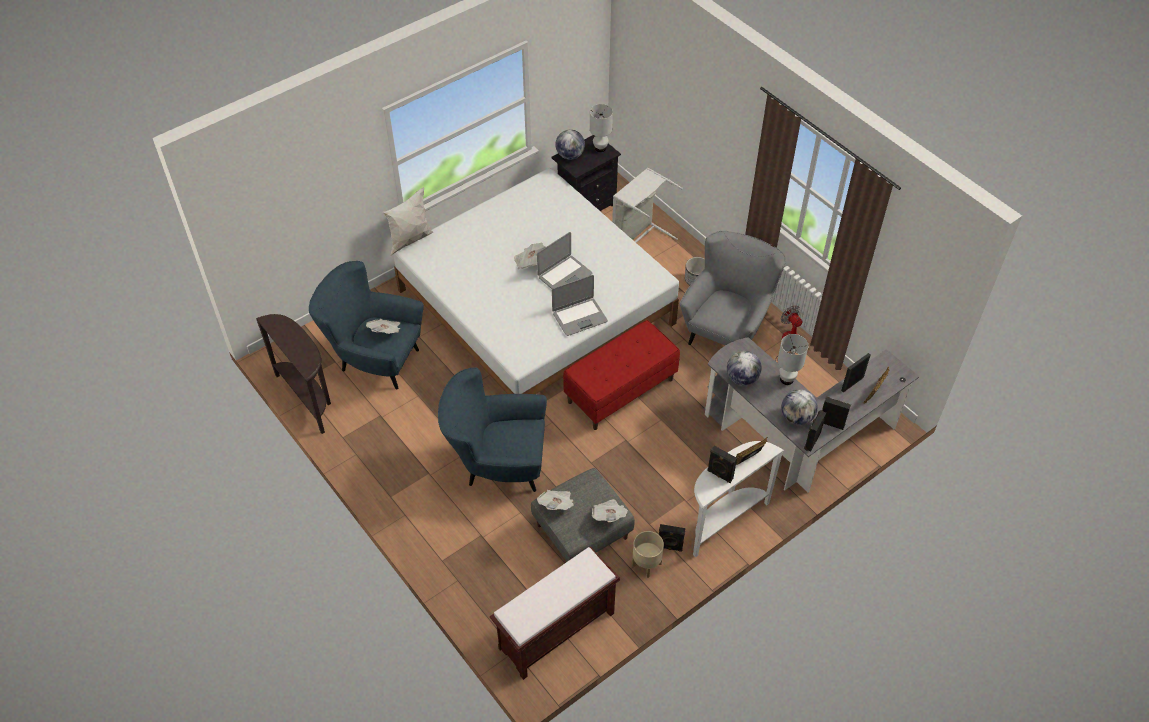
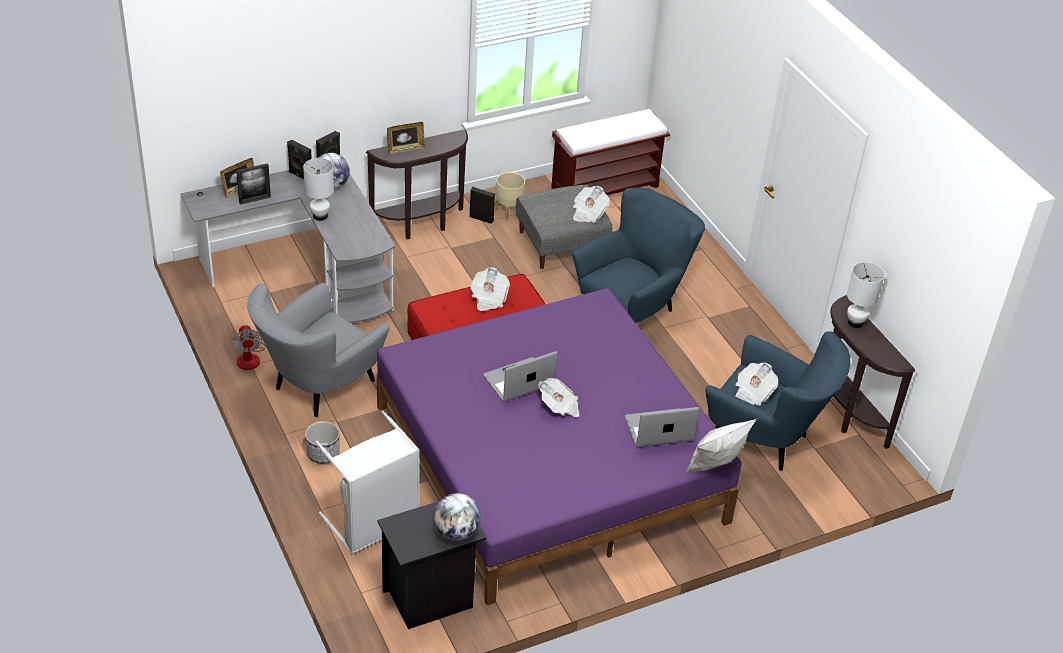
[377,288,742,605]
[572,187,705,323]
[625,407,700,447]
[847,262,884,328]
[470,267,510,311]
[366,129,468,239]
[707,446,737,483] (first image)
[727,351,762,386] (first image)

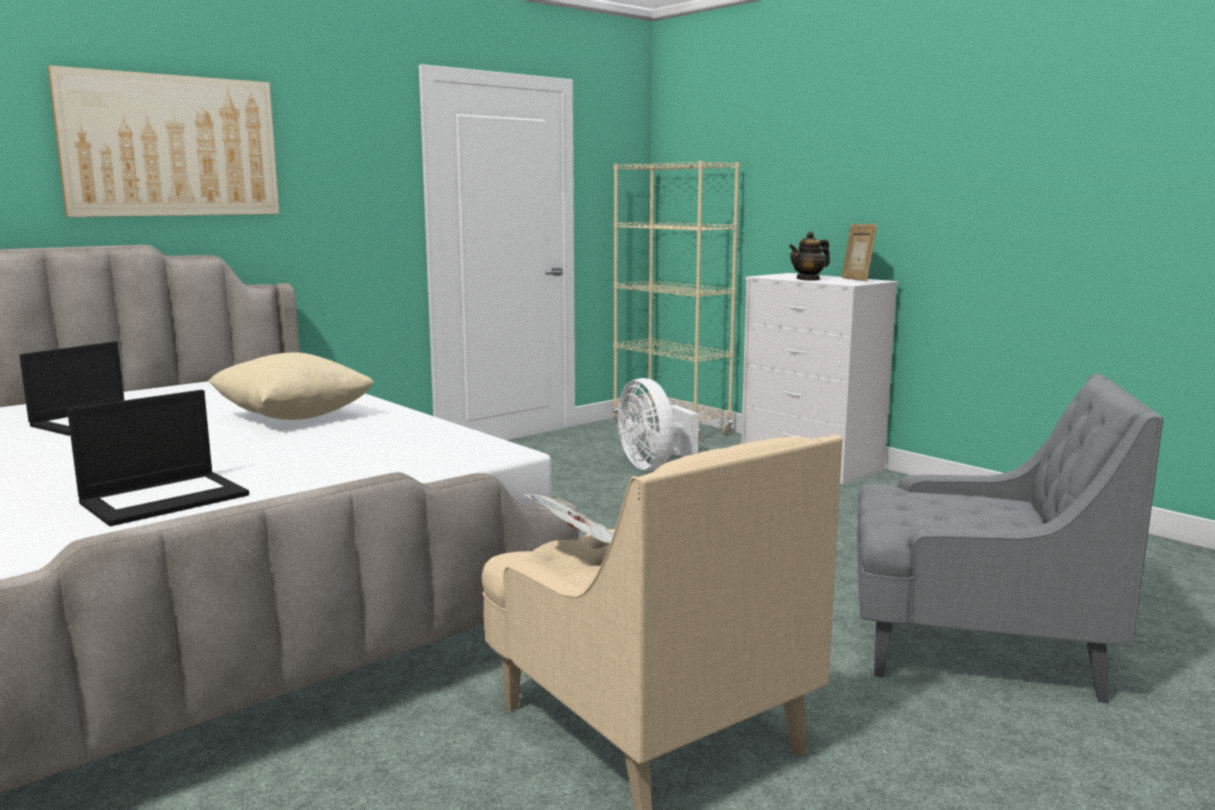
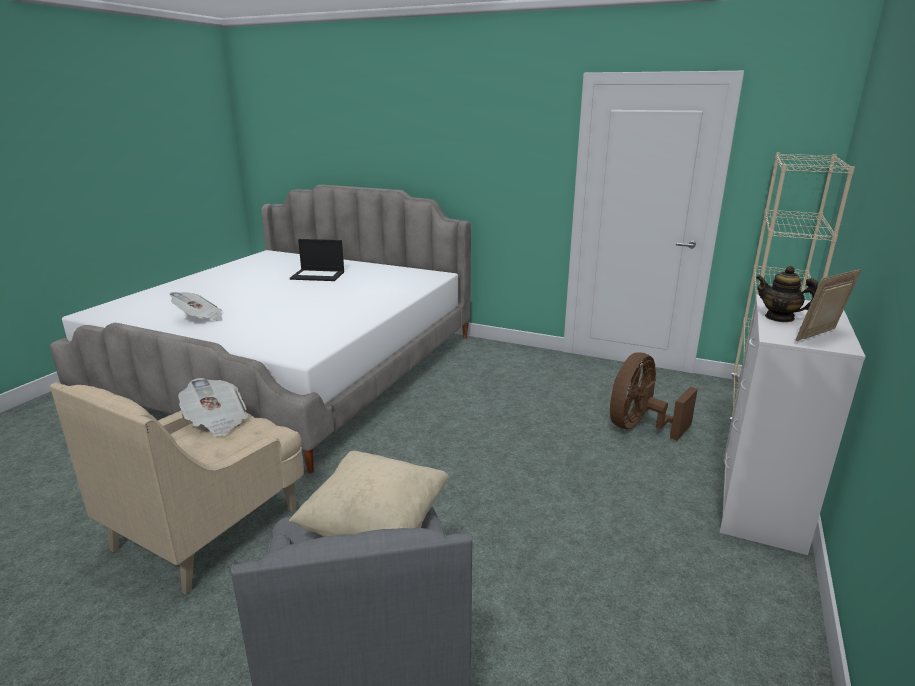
[48,66,279,217] (first image)
[169,292,223,321]
[288,451,449,537]
[610,352,698,441]

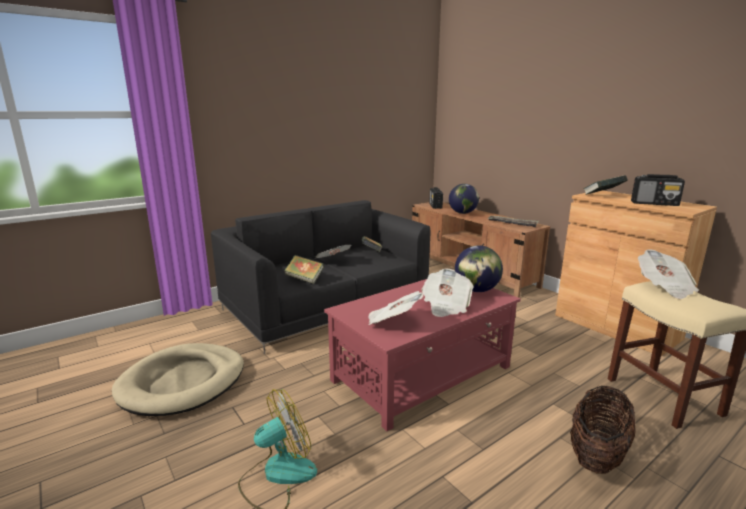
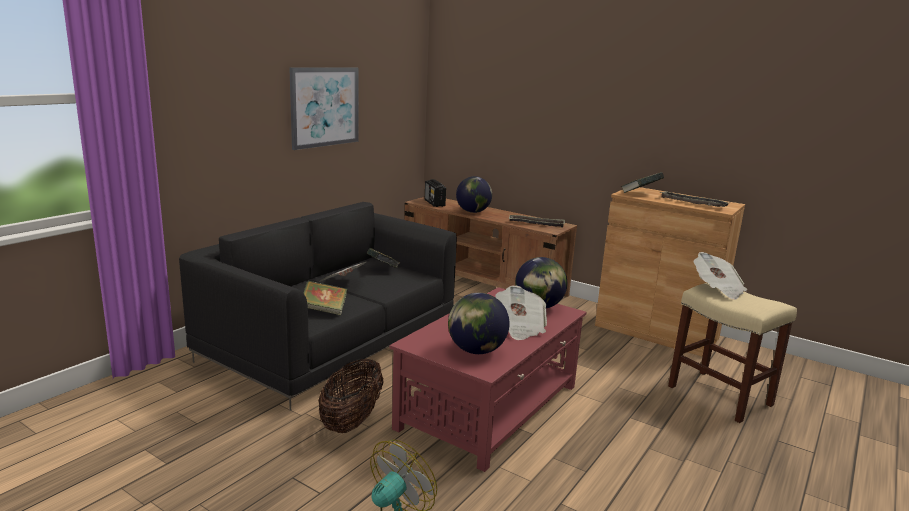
[112,343,244,416] (first image)
[448,293,510,354]
[318,359,384,433]
[660,191,728,207]
[289,68,358,150]

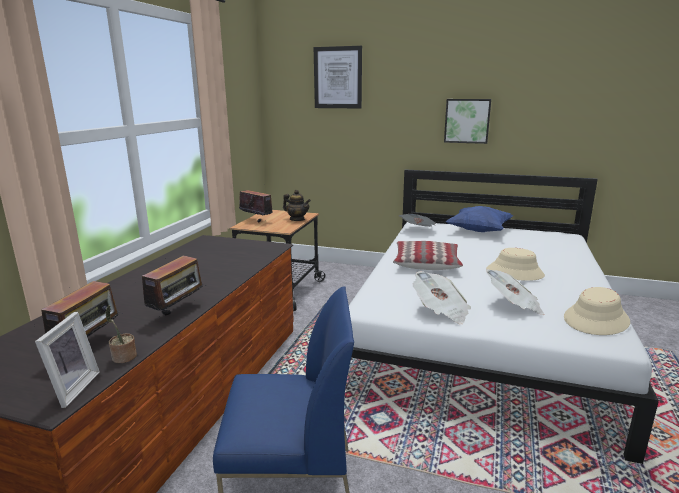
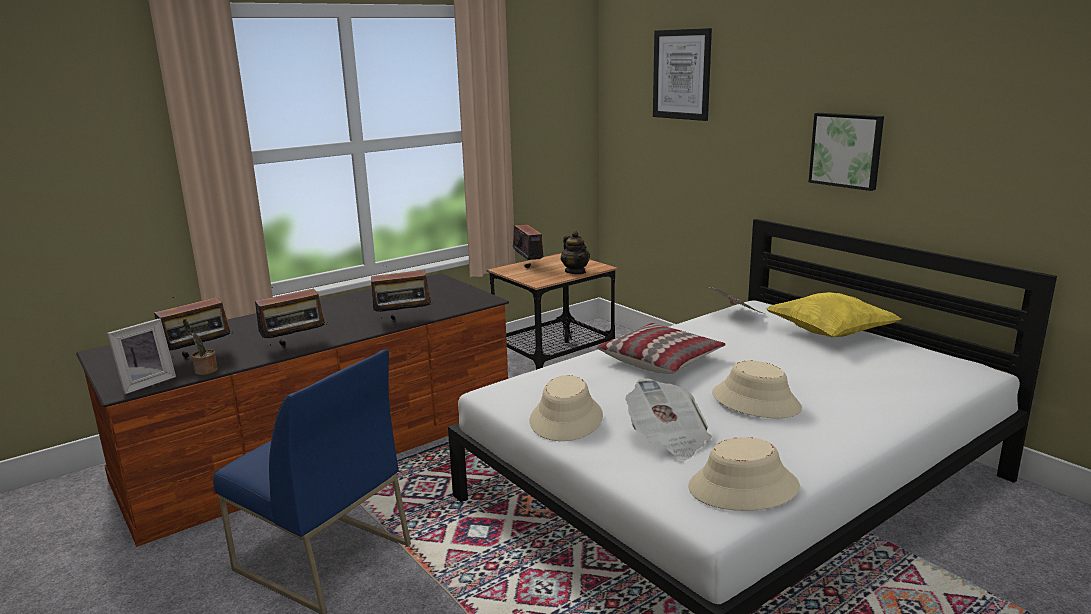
[530,375,603,441]
[765,292,901,338]
[366,270,434,320]

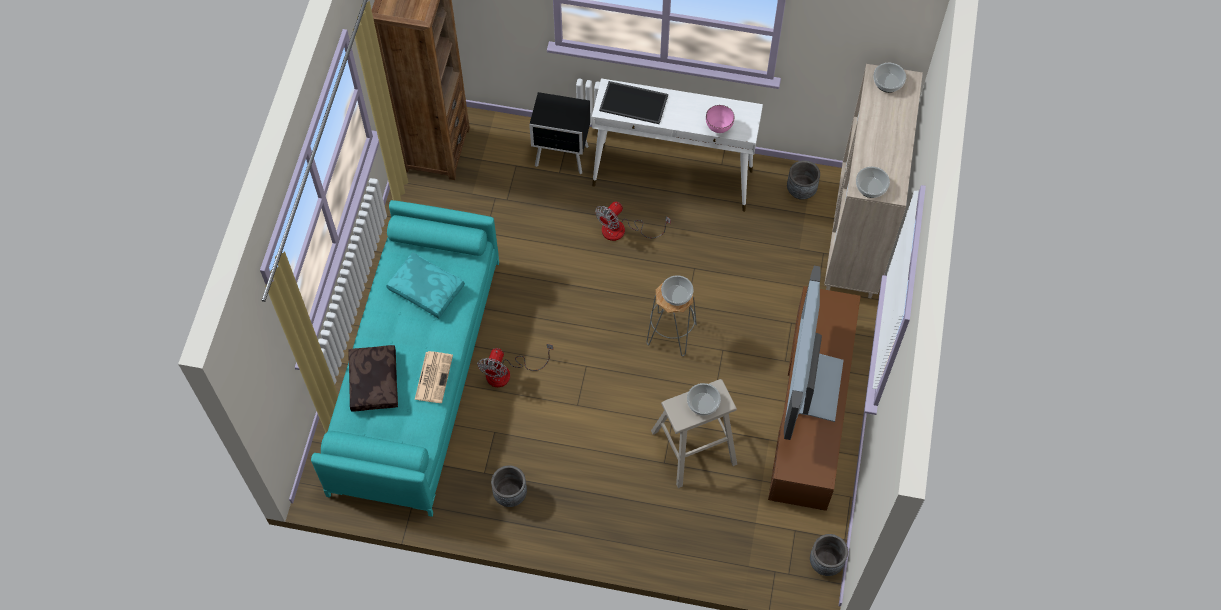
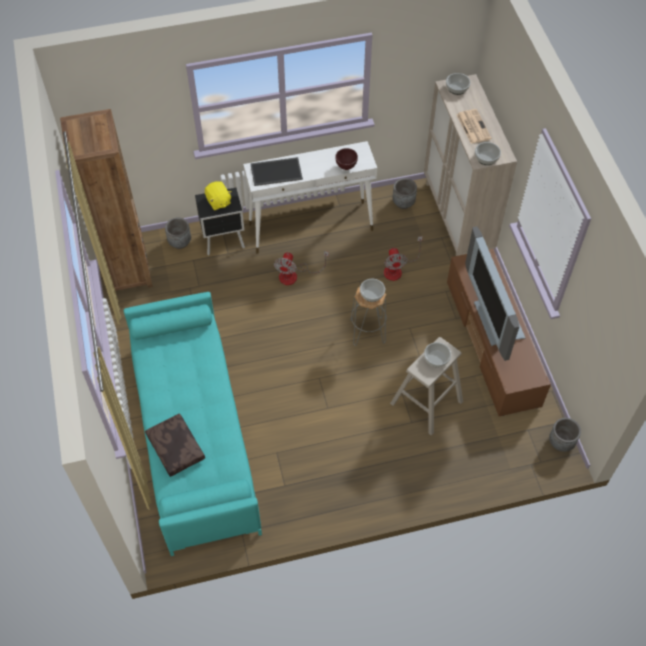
[386,252,465,318] (first image)
[457,109,492,144]
[384,236,423,281]
[165,217,191,249]
[335,148,358,170]
[205,181,232,210]

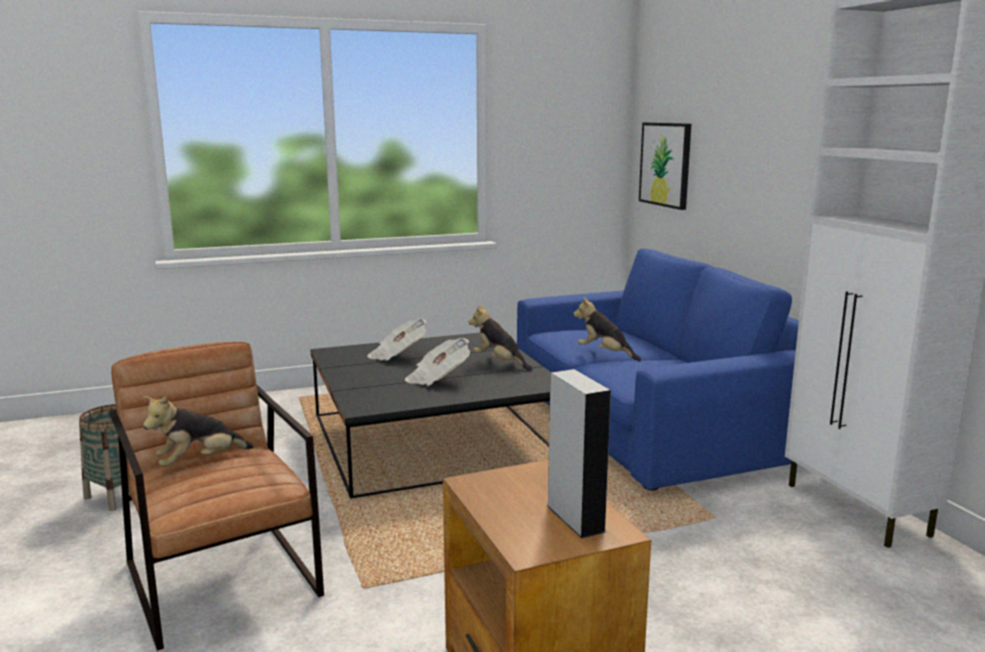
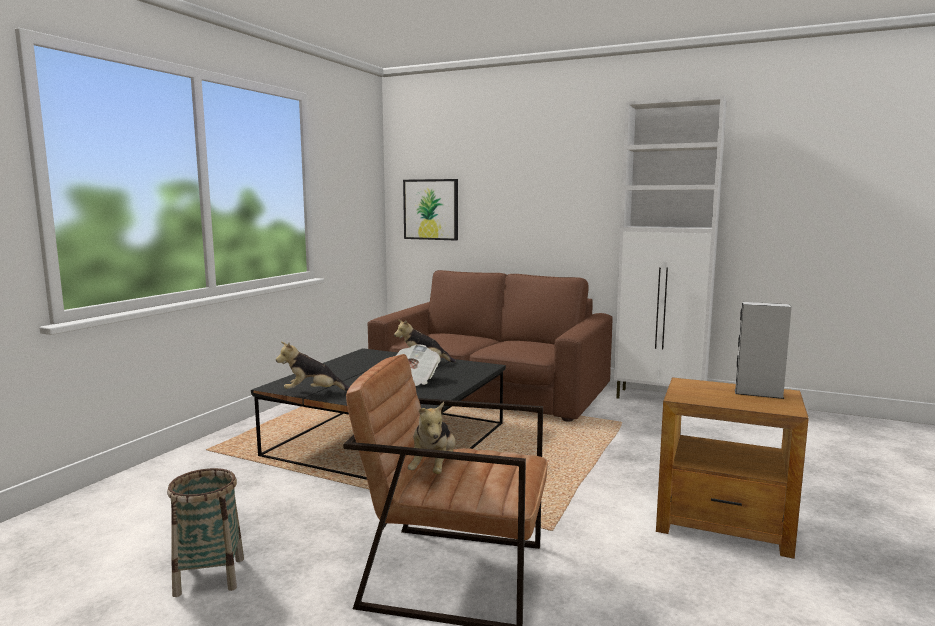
[367,319,427,361] (first image)
[368,270,613,422]
[276,342,349,391]

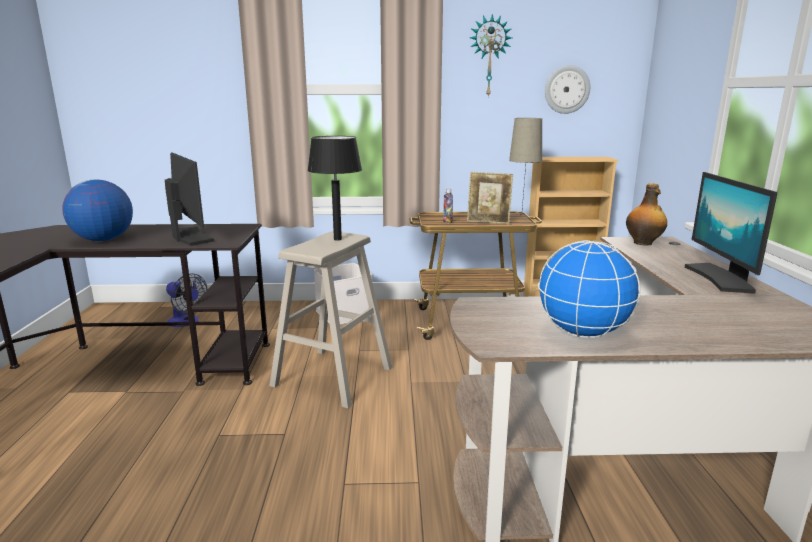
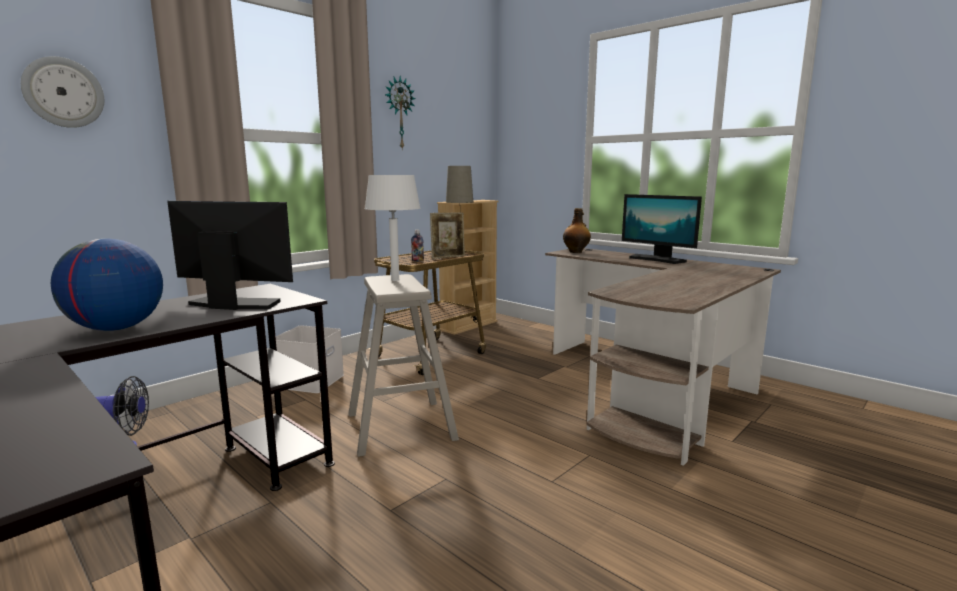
[364,175,420,281]
[538,240,641,338] (first image)
[21,56,104,128]

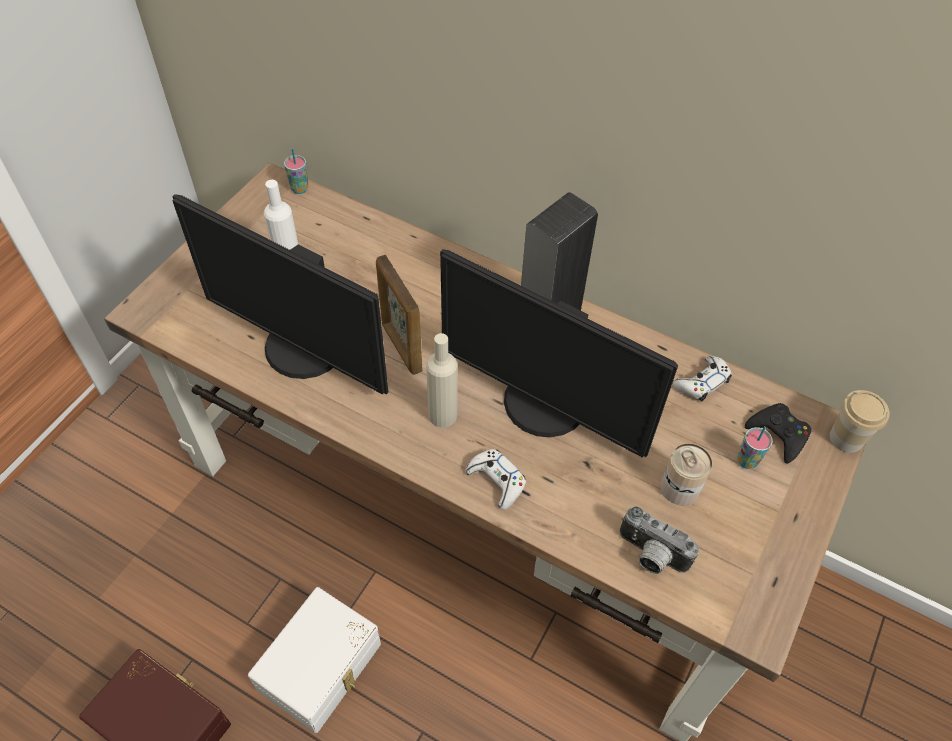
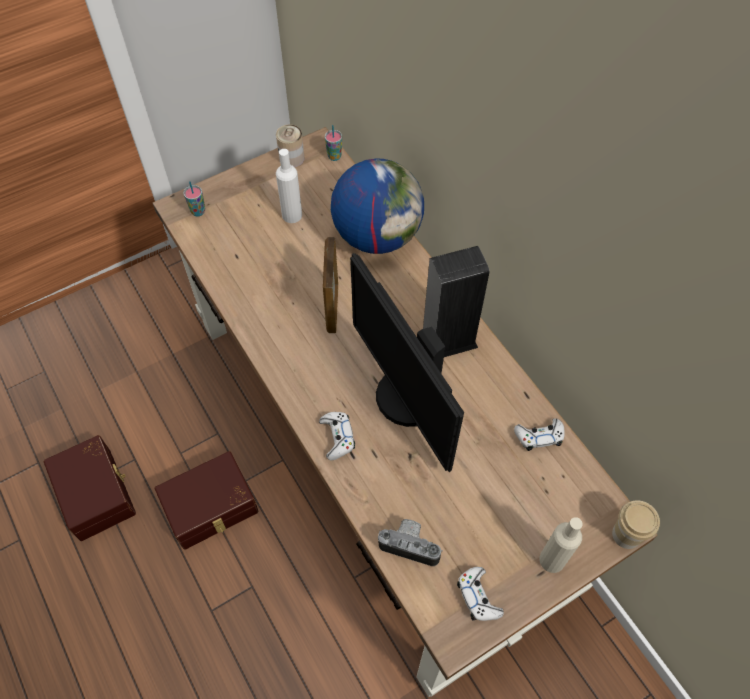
[172,194,388,394] (first image)
[155,451,259,550]
[540,517,583,573]
[378,519,443,566]
[276,124,304,168]
[183,181,205,217]
[745,403,811,464] (first image)
[331,159,424,254]
[457,567,504,621]

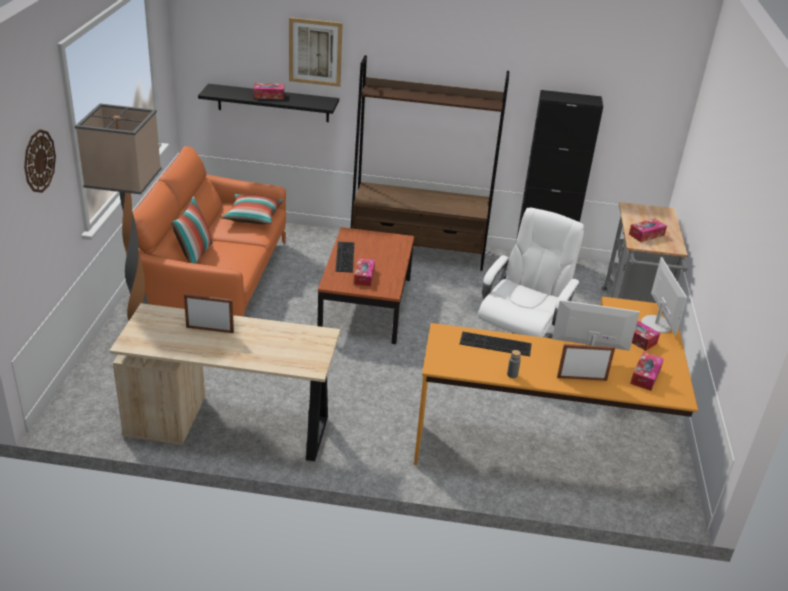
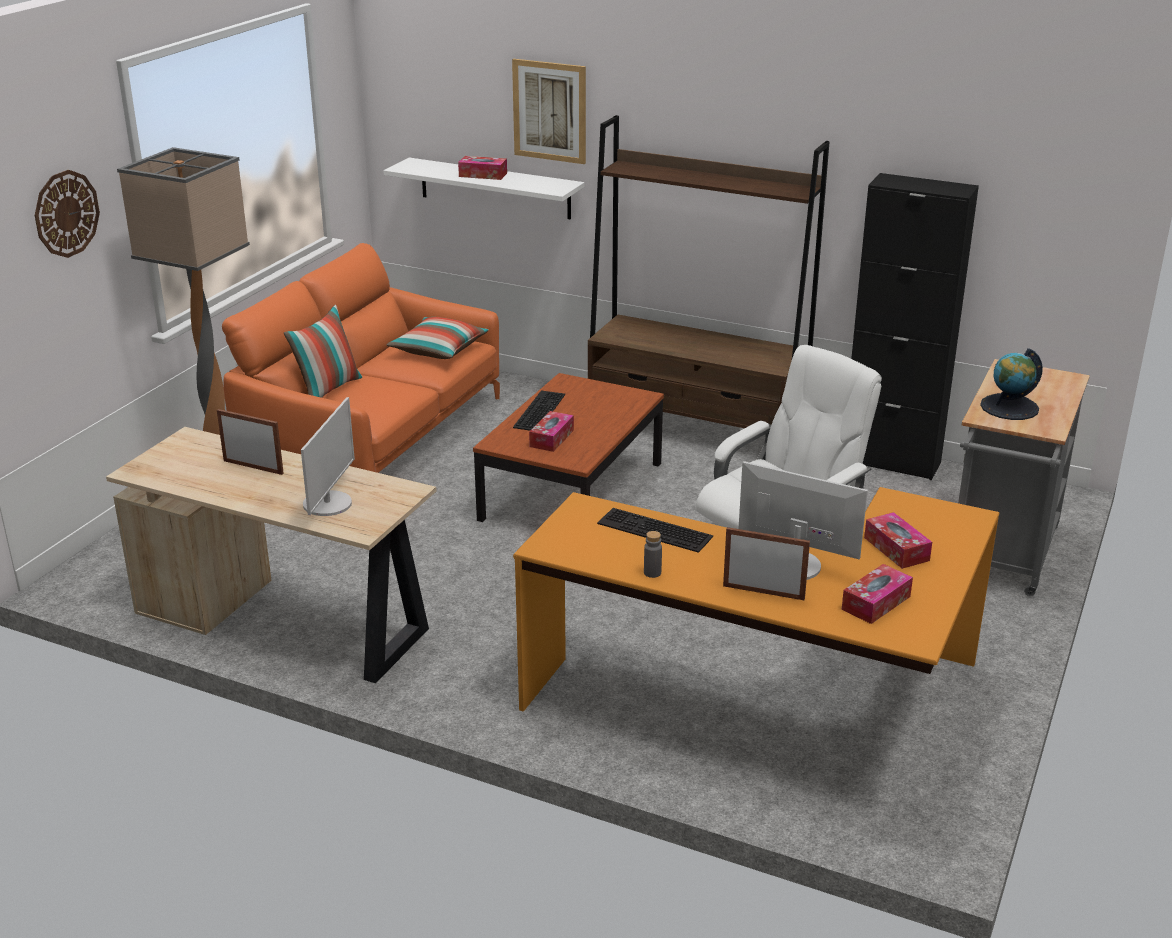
[383,158,584,220]
[980,348,1043,420]
[301,397,355,516]

